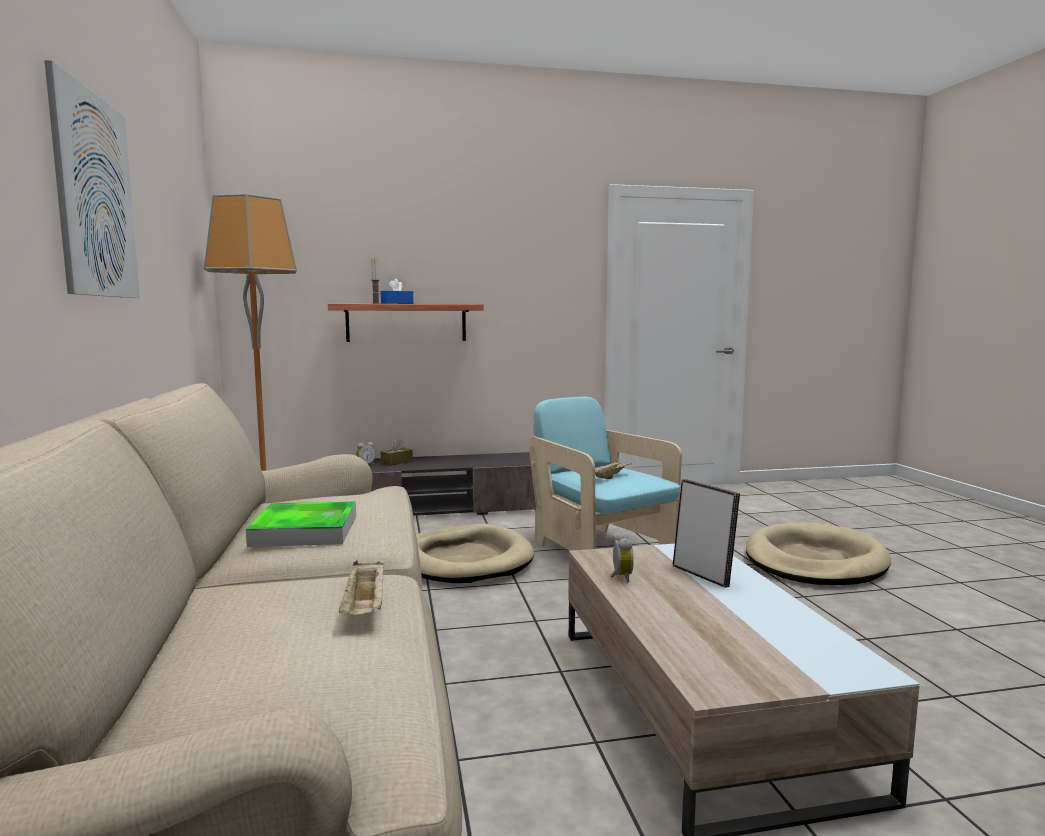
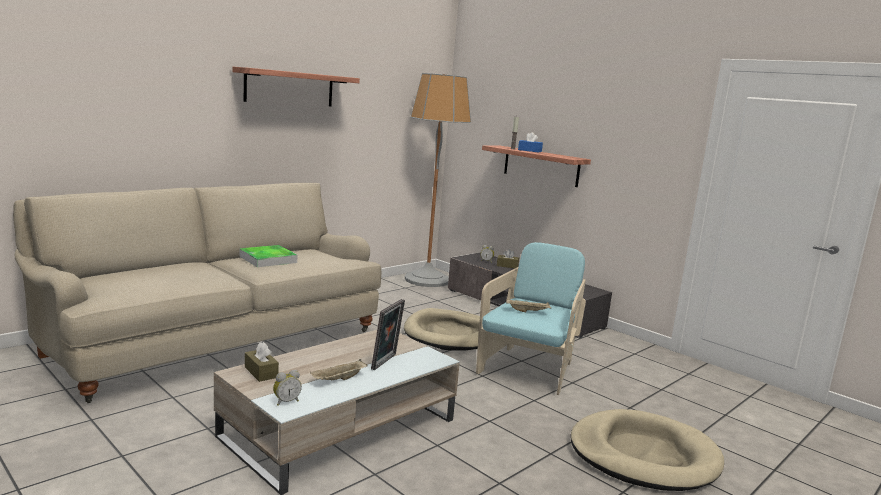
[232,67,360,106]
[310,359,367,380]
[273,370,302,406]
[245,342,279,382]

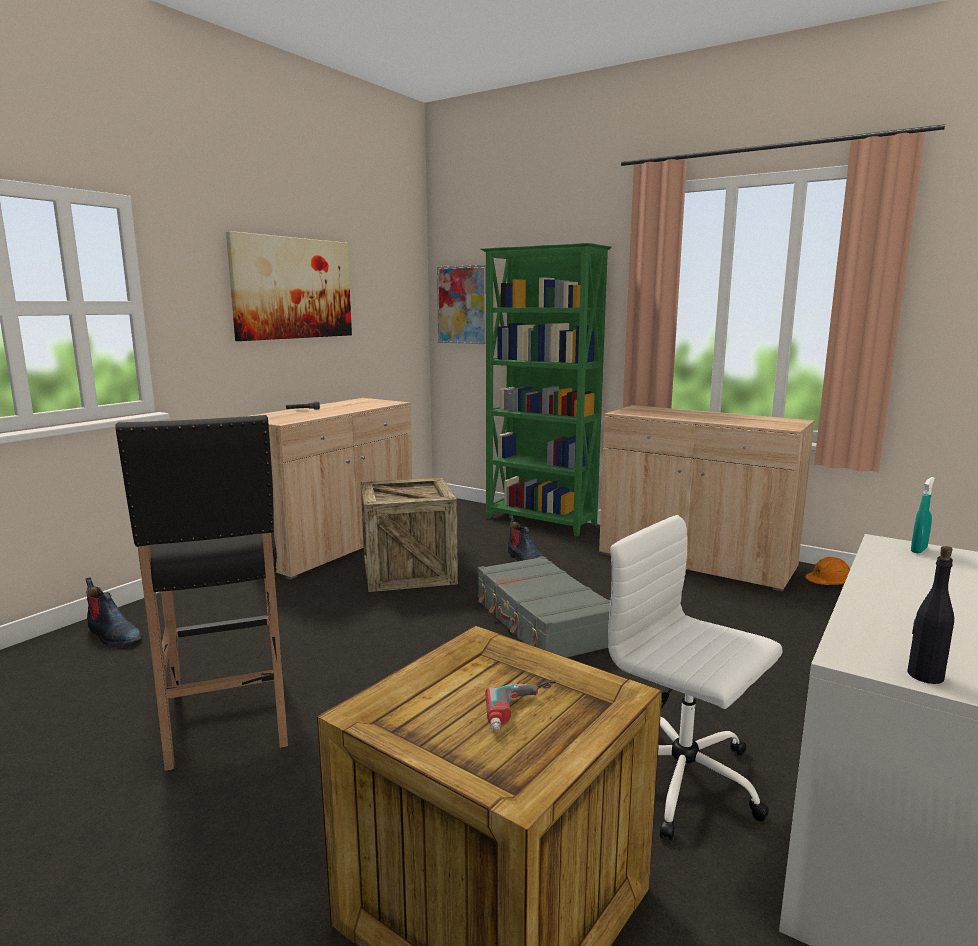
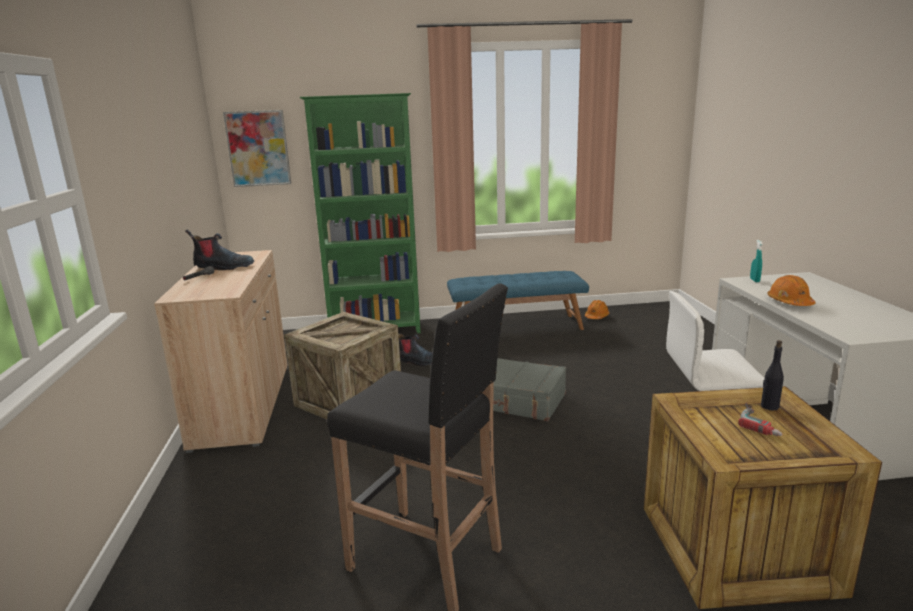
[185,229,254,270]
[226,231,352,341] (first image)
[447,271,589,330]
[761,340,784,410]
[767,275,815,306]

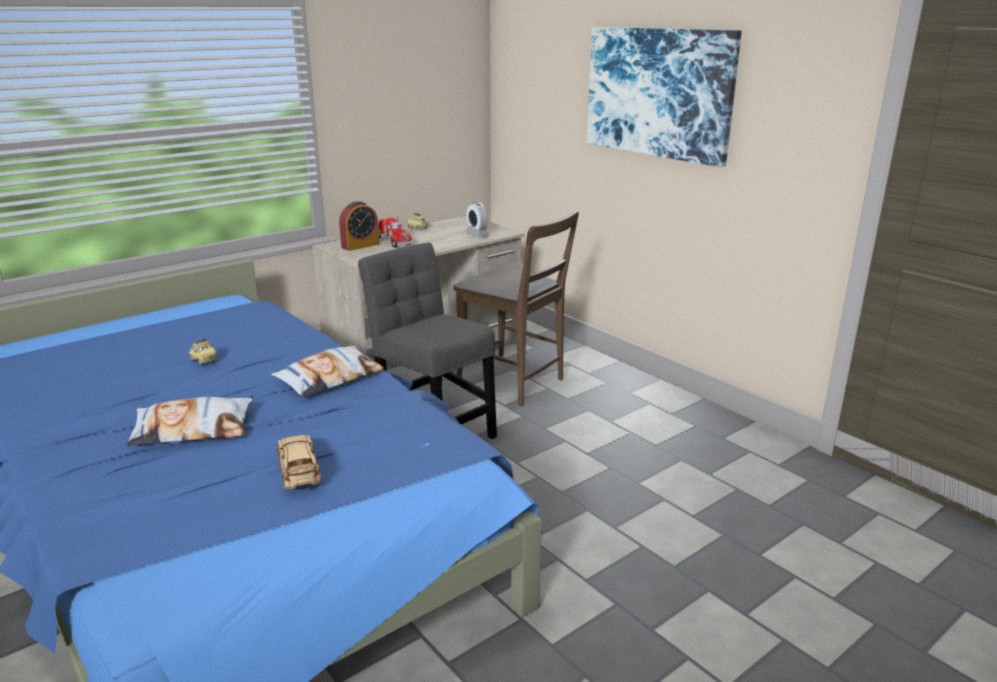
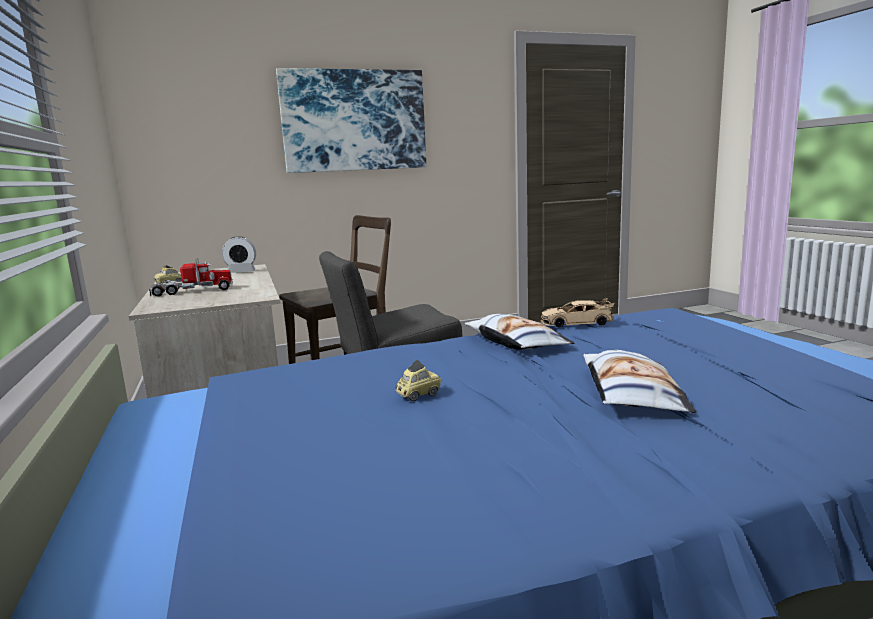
[541,298,614,327]
[339,201,379,251] (first image)

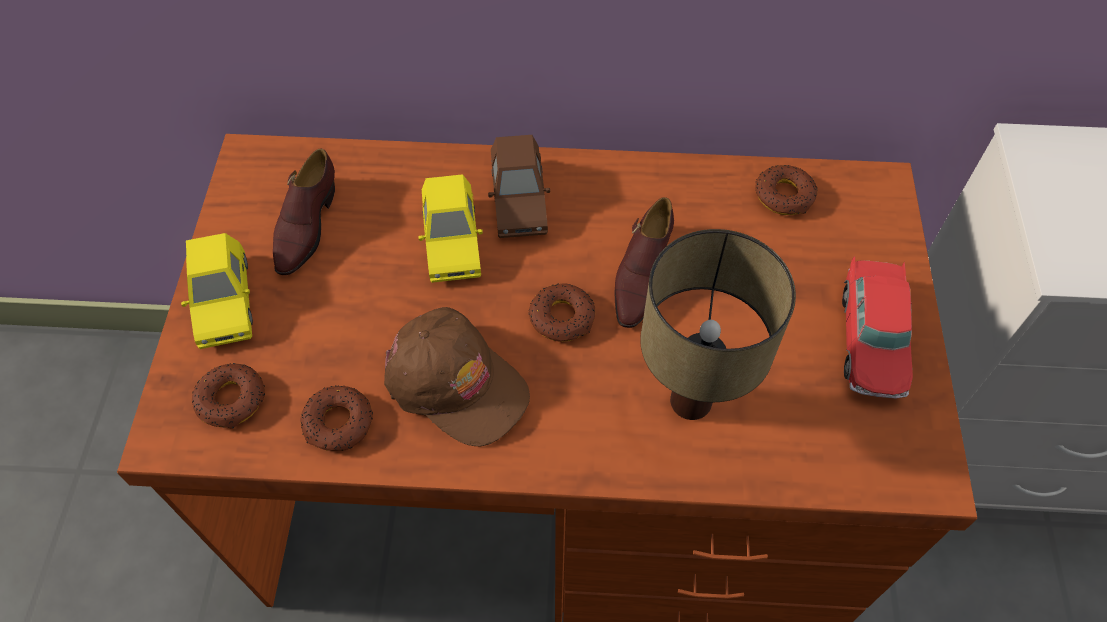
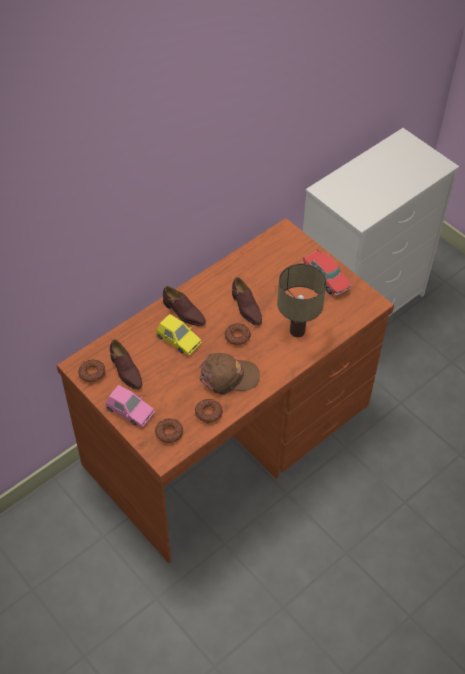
[105,385,155,427]
[163,286,206,326]
[78,360,105,383]

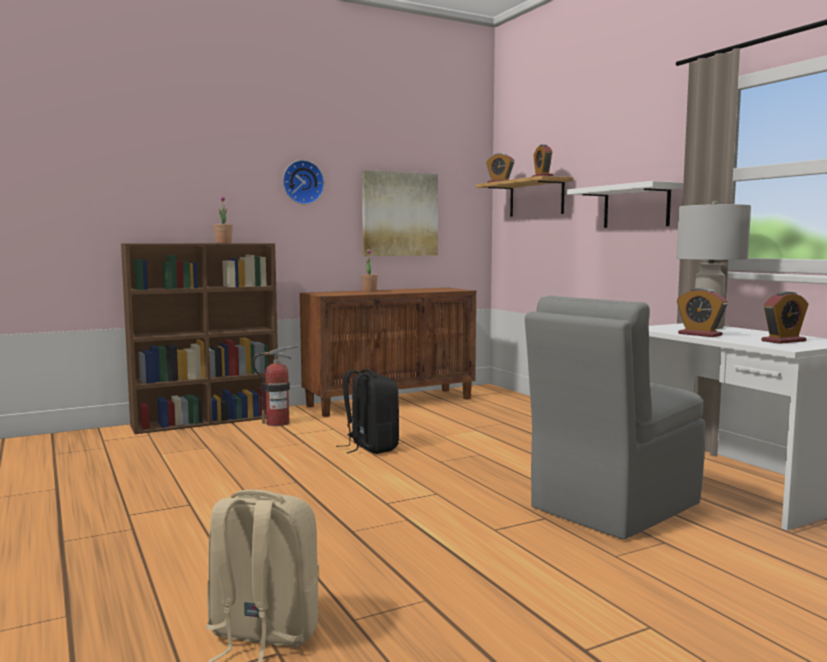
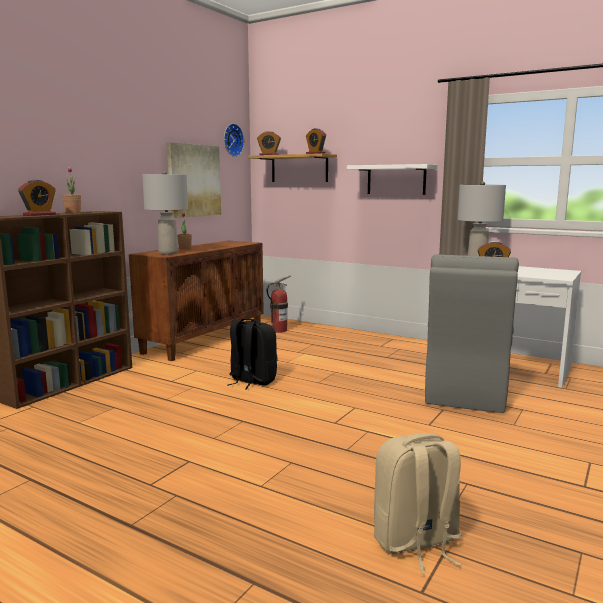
[267,276,291,333]
[224,123,244,157]
[18,180,56,216]
[142,171,188,255]

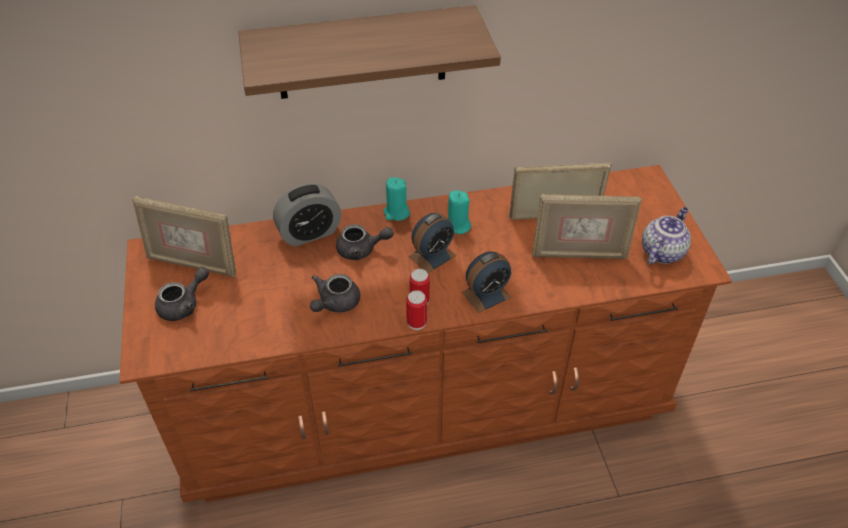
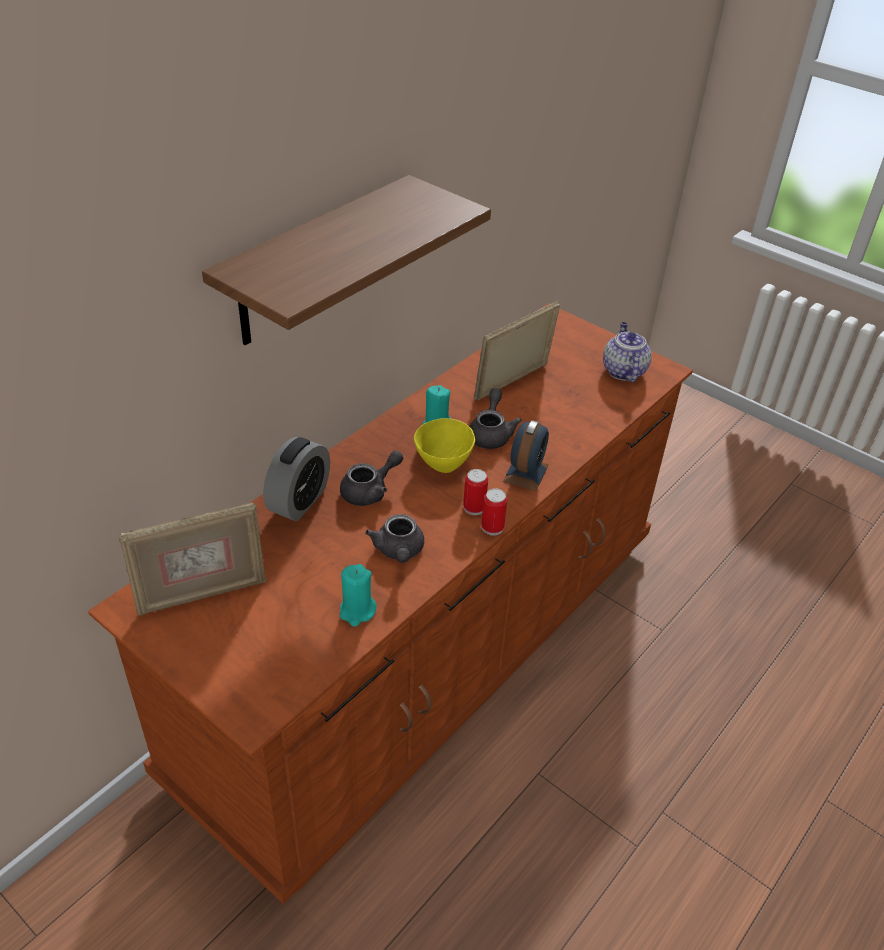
[469,388,522,449]
[340,564,377,627]
[414,418,475,473]
[532,194,642,259] (first image)

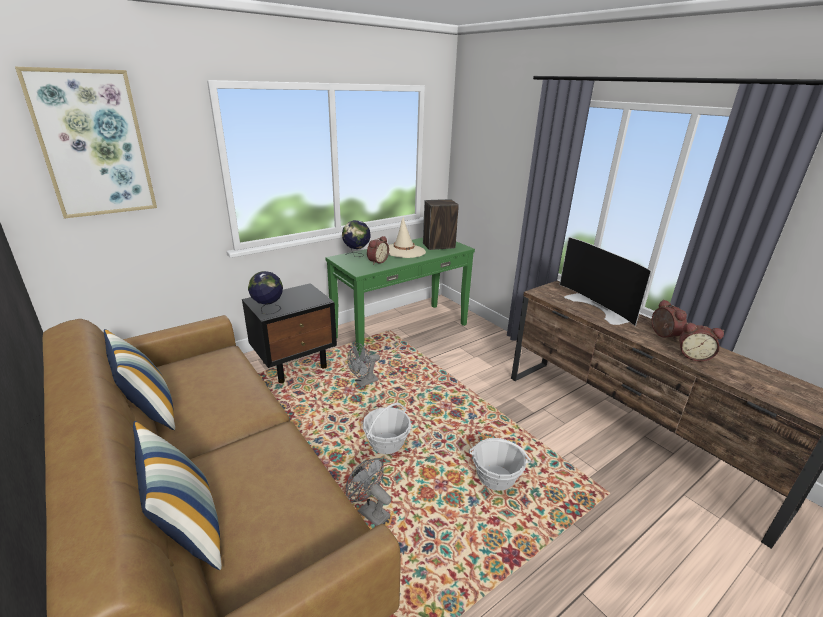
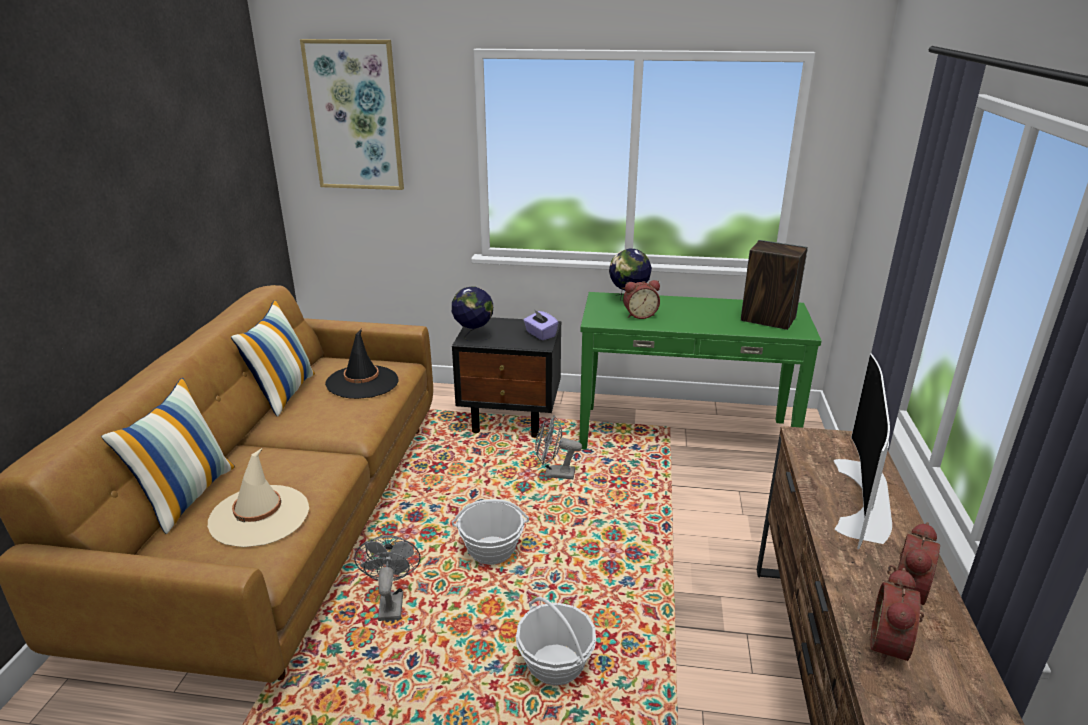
[207,448,309,547]
[870,568,924,664]
[325,329,399,399]
[523,309,558,340]

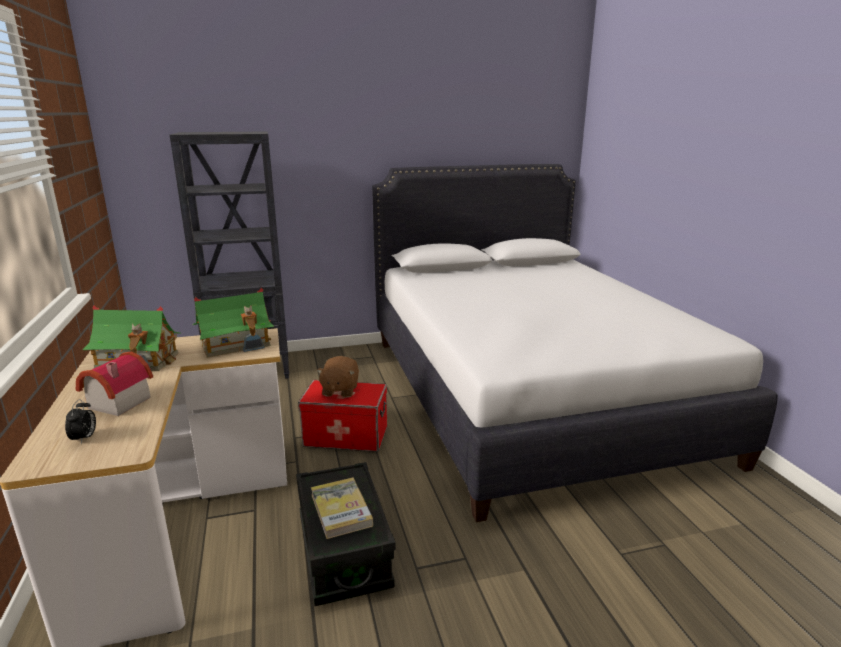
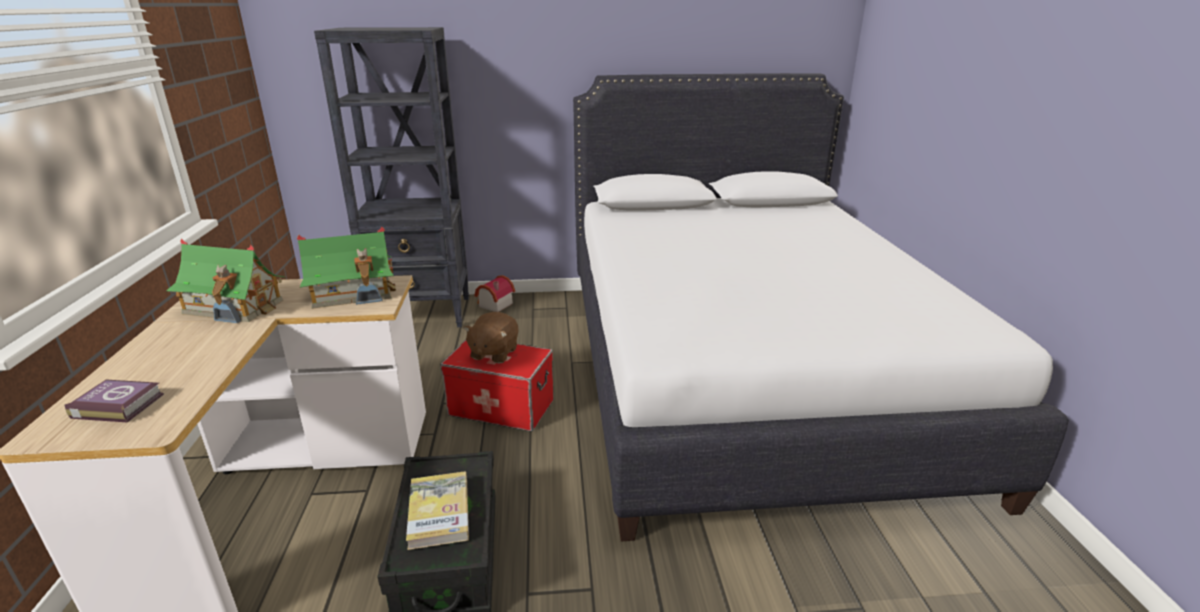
[65,380,164,423]
[475,275,515,312]

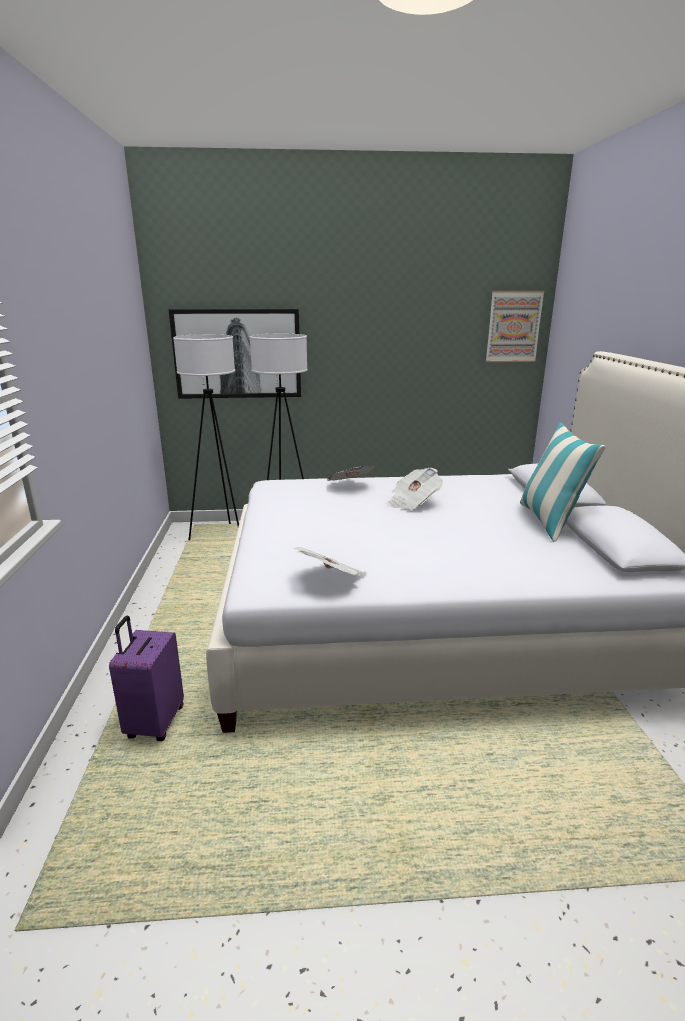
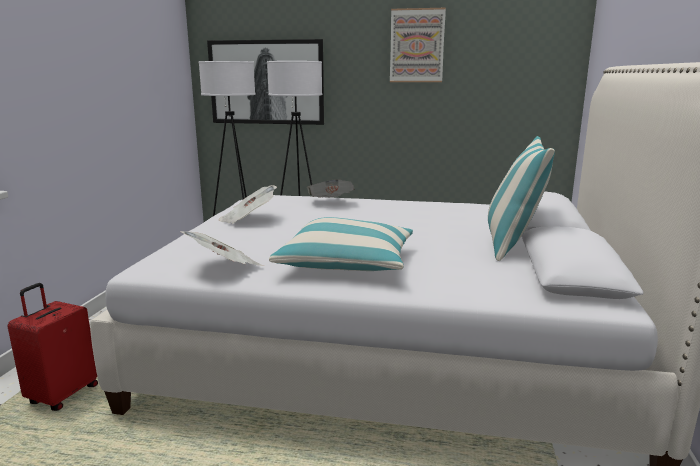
[7,283,98,411]
[219,185,277,224]
[390,8,446,82]
[269,217,413,271]

